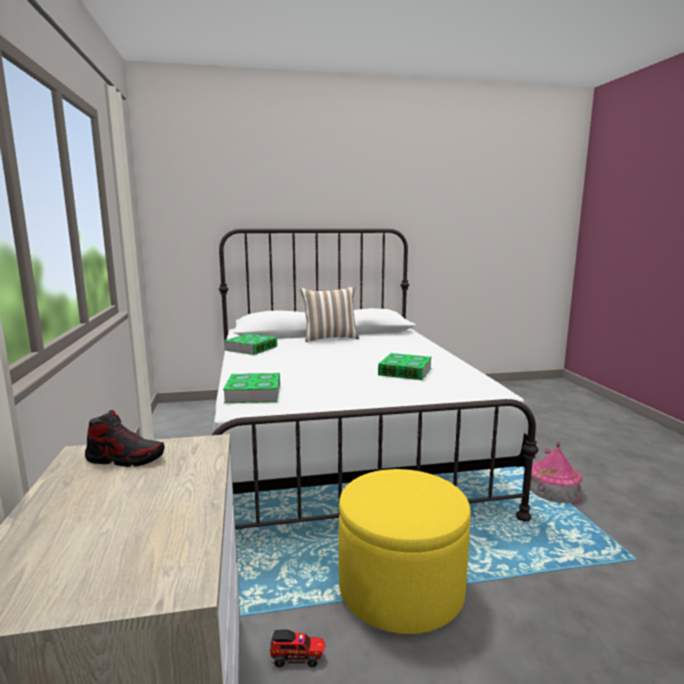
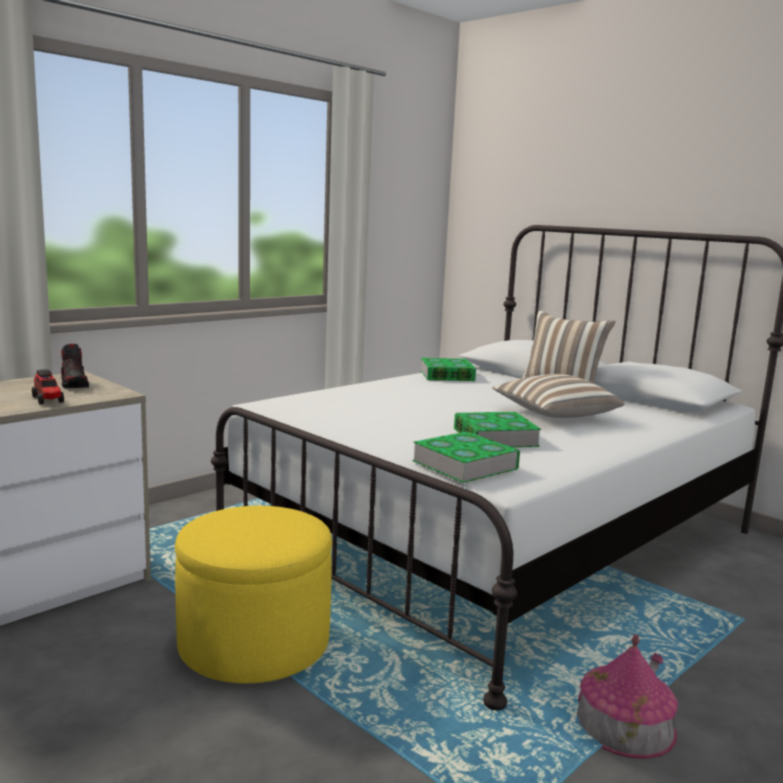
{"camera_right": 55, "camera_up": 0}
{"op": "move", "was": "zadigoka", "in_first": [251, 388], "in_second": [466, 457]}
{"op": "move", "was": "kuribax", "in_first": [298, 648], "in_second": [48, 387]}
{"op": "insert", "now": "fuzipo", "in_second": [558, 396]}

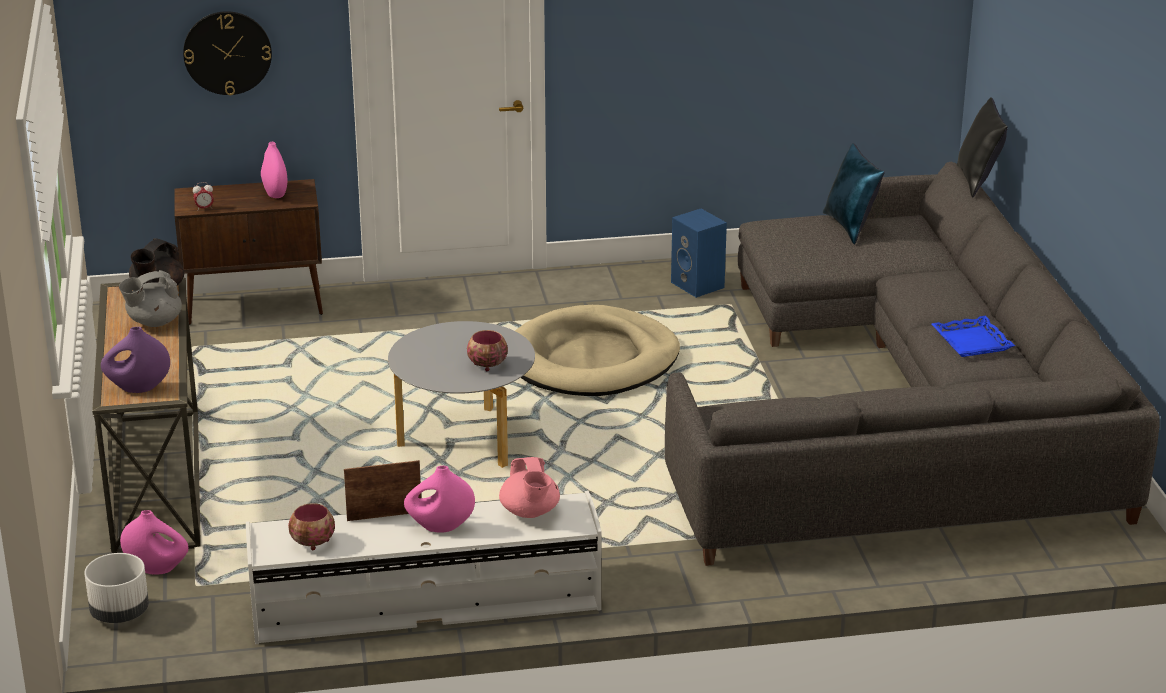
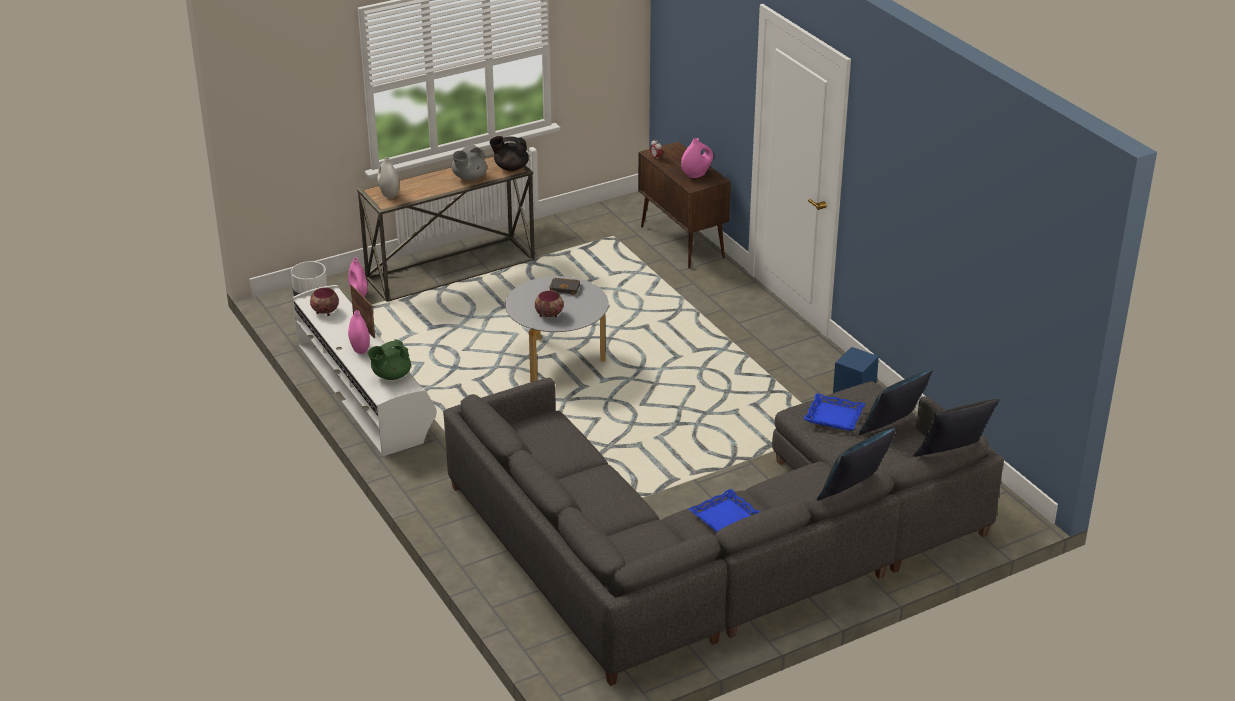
{"camera_right": 70, "camera_up": 5}
{"op": "recolor", "was": "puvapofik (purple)", "now": "puvapofik (white)", "in_first": [135, 360], "in_second": [388, 178]}
{"op": "rotate", "was": "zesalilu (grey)", "in_first": [150, 298], "in_second": [469, 162], "clockwise": -90}
{"op": "delete", "was": "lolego", "in_first": [227, 53]}
{"op": "recolor", "was": "zesalilu (pink)", "now": "zesalilu (green)", "in_first": [529, 487], "in_second": [389, 359]}
{"op": "delete", "was": "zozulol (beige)", "in_first": [597, 350]}
{"op": "insert", "now": "zadigoka (black)", "in_second": [564, 286]}
{"op": "insert", "now": "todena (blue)", "in_second": [835, 412]}
{"op": "insert", "now": "fuzipo (blue)", "in_second": [856, 464]}

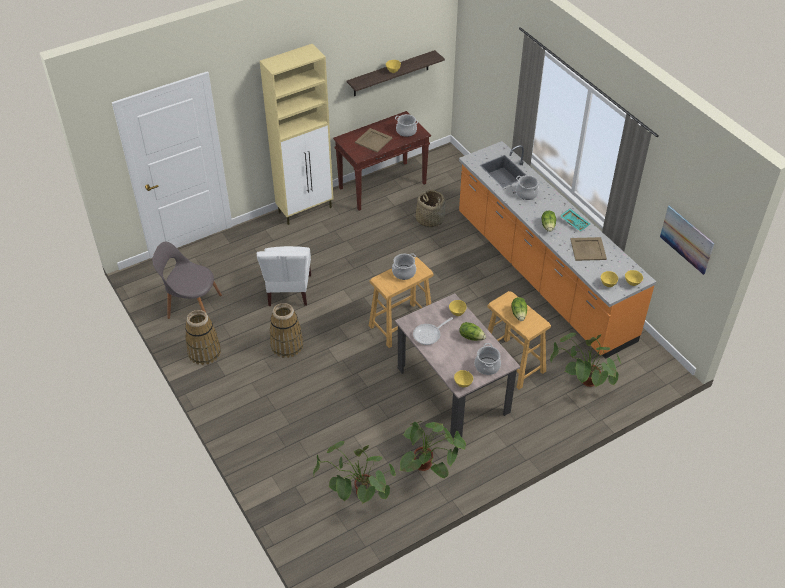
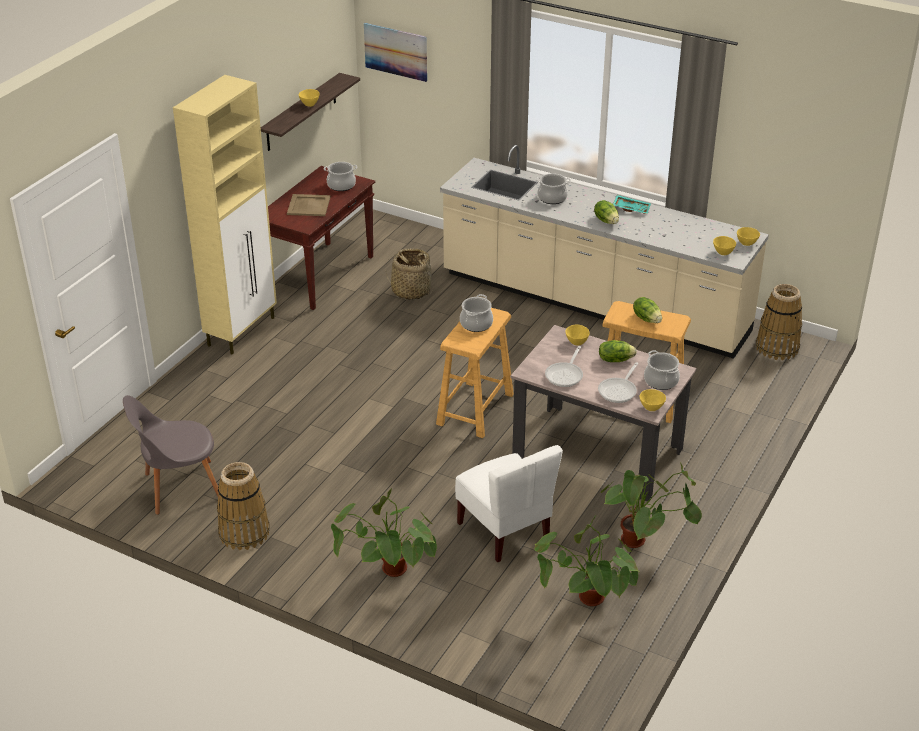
{"camera_right": -30, "camera_up": -10}
{"op": "move", "was": "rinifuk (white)", "in_first": [284, 276], "in_second": [509, 503]}
{"op": "move", "was": "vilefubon", "in_first": [286, 330], "in_second": [779, 322]}
{"op": "recolor", "was": "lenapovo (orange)", "now": "lenapovo (beige)", "in_first": [557, 250], "in_second": [604, 252]}
{"op": "move", "was": "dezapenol", "in_first": [586, 360], "in_second": [384, 532]}
{"op": "delete", "was": "todena (beige)", "in_first": [588, 249]}
{"op": "move", "was": "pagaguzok", "in_first": [687, 240], "in_second": [395, 52]}
{"op": "insert", "now": "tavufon", "in_second": [618, 382]}

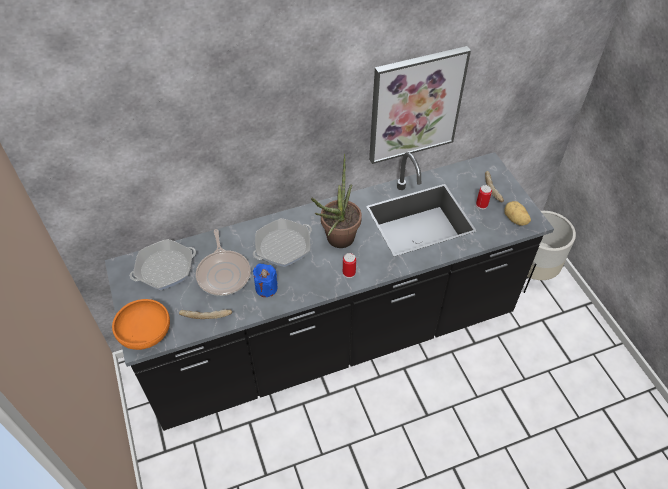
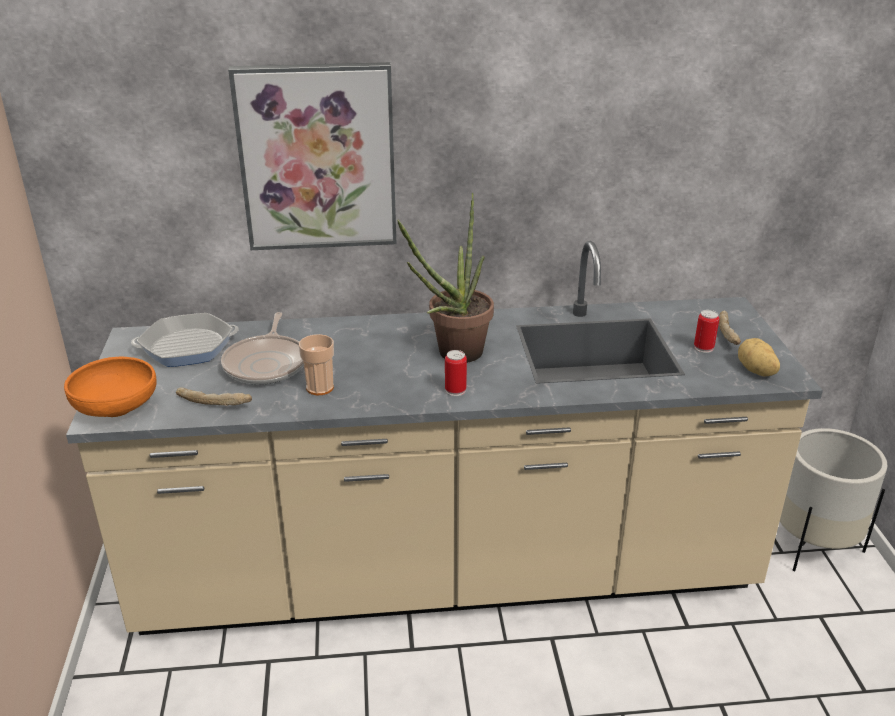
{"camera_right": 15, "camera_up": -20}
{"op": "recolor", "was": "lenapovo (black)", "now": "lenapovo (beige)", "in_first": [329, 291], "in_second": [444, 438]}
{"op": "delete", "was": "tavufon", "in_first": [282, 242]}
{"op": "replace", "was": "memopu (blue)", "now": "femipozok", "in_first": [265, 280], "in_second": [316, 364]}
{"op": "move", "was": "pagaguzok", "in_first": [420, 105], "in_second": [312, 156]}

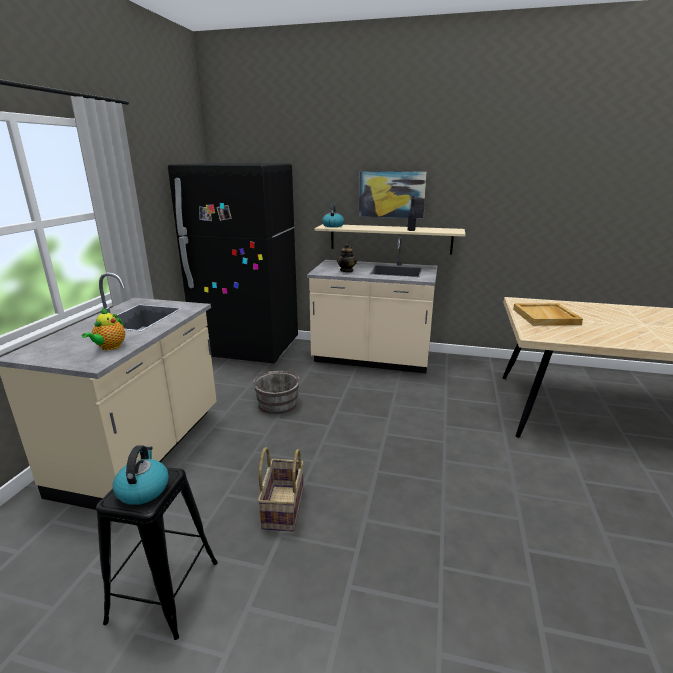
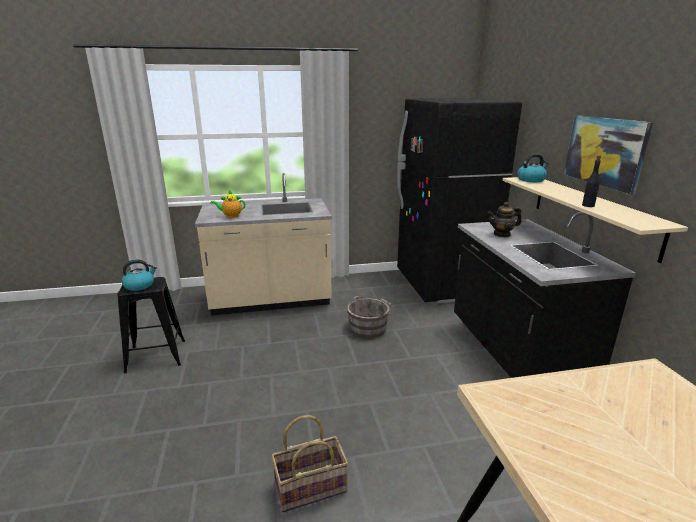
{"camera_right": 65, "camera_up": 0}
{"op": "move", "was": "vilefubon", "in_first": [280, 489], "in_second": [309, 463]}
{"op": "recolor", "was": "lenapovo (beige)", "now": "lenapovo (black)", "in_first": [372, 305], "in_second": [545, 295]}
{"op": "delete", "was": "todena (beige)", "in_first": [548, 314]}

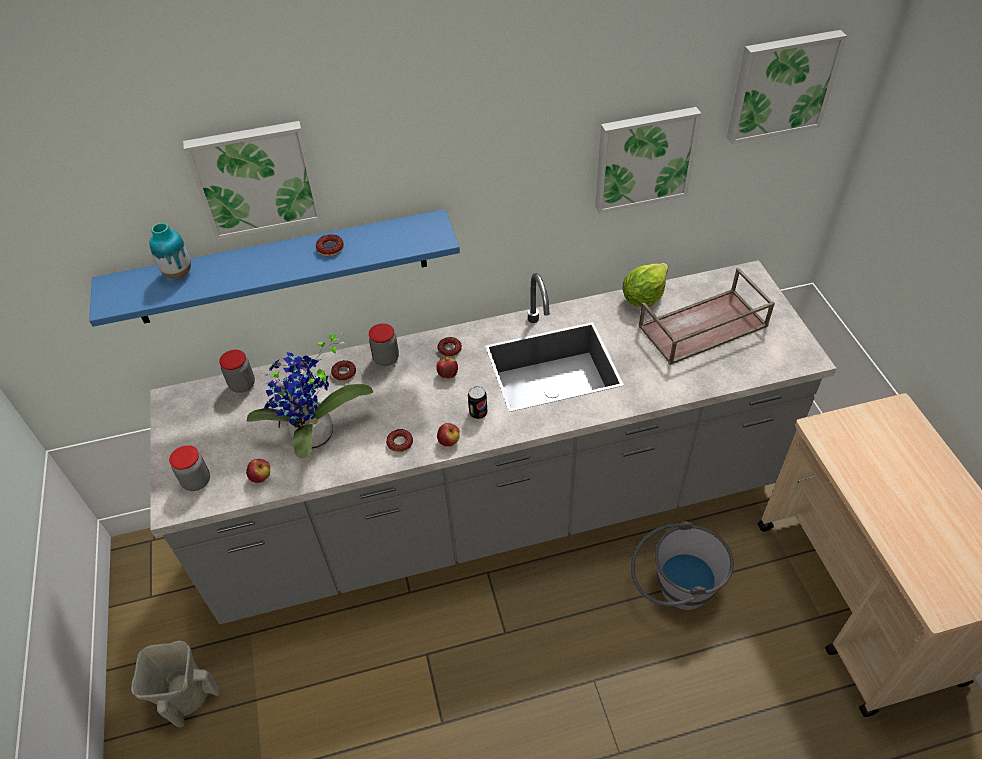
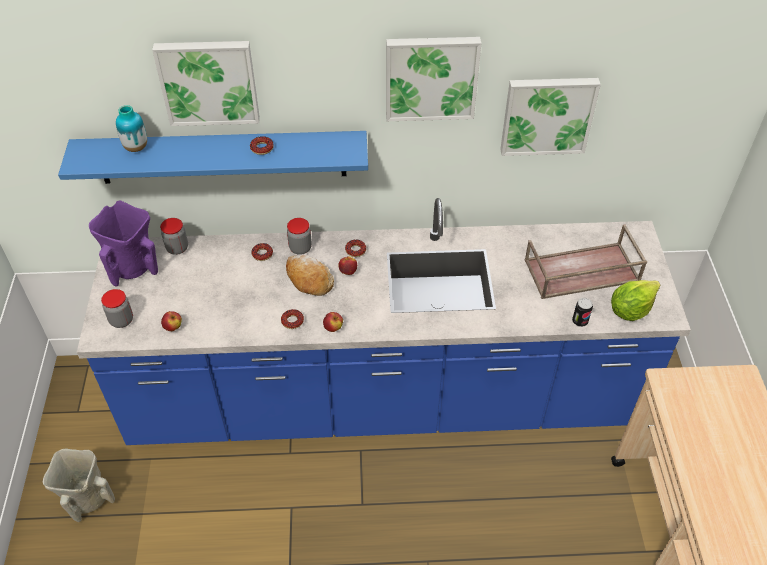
{"camera_right": 10, "camera_up": 0}
{"op": "recolor", "was": "lenapovo (grey)", "now": "lenapovo (blue)", "in_first": [493, 442], "in_second": [384, 321]}
{"op": "delete", "was": "dezapenol", "in_first": [310, 395]}
{"op": "move", "was": "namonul", "in_first": [478, 402], "in_second": [582, 312]}
{"op": "move", "was": "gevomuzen", "in_first": [645, 285], "in_second": [635, 300]}
{"op": "delete", "was": "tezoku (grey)", "in_first": [682, 565]}
{"op": "move", "was": "pagaguzok", "in_first": [787, 87], "in_second": [433, 79]}
{"op": "insert", "now": "puvapofik (purple)", "in_second": [123, 244]}
{"op": "insert", "now": "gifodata", "in_second": [310, 275]}

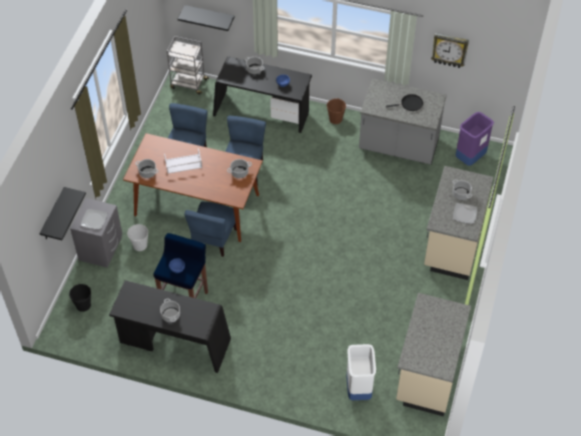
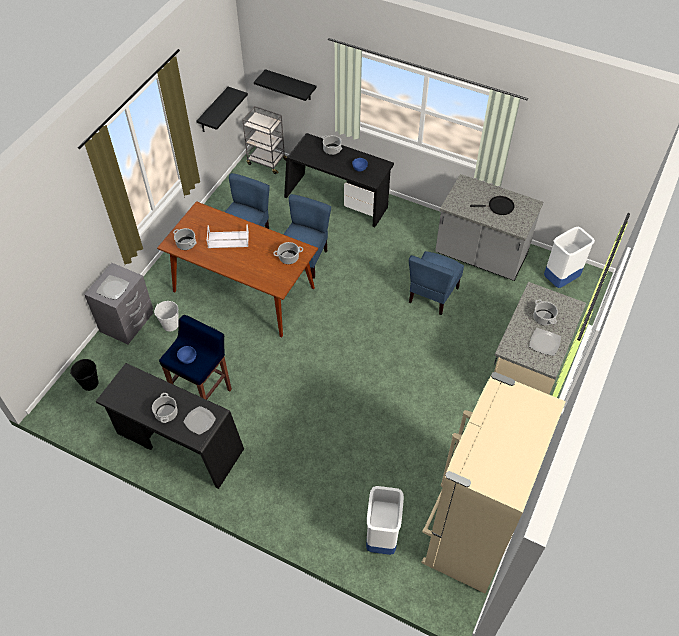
{"camera_right": 10, "camera_up": 0}
{"op": "move", "was": "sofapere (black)", "in_first": [62, 213], "in_second": [222, 109]}
{"op": "move", "was": "rinifuk (blue)", "in_first": [210, 229], "in_second": [436, 283]}
{"op": "delete", "was": "tezoku (brown)", "in_first": [336, 111]}
{"op": "replace", "was": "lenapovo (beige)", "now": "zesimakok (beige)", "in_first": [433, 354], "in_second": [493, 482]}
{"op": "delete", "was": "lolego", "in_first": [450, 50]}
{"op": "recolor", "was": "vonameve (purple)", "now": "vonameve (white)", "in_first": [475, 139], "in_second": [569, 257]}
{"op": "insert", "now": "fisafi", "in_second": [199, 420]}

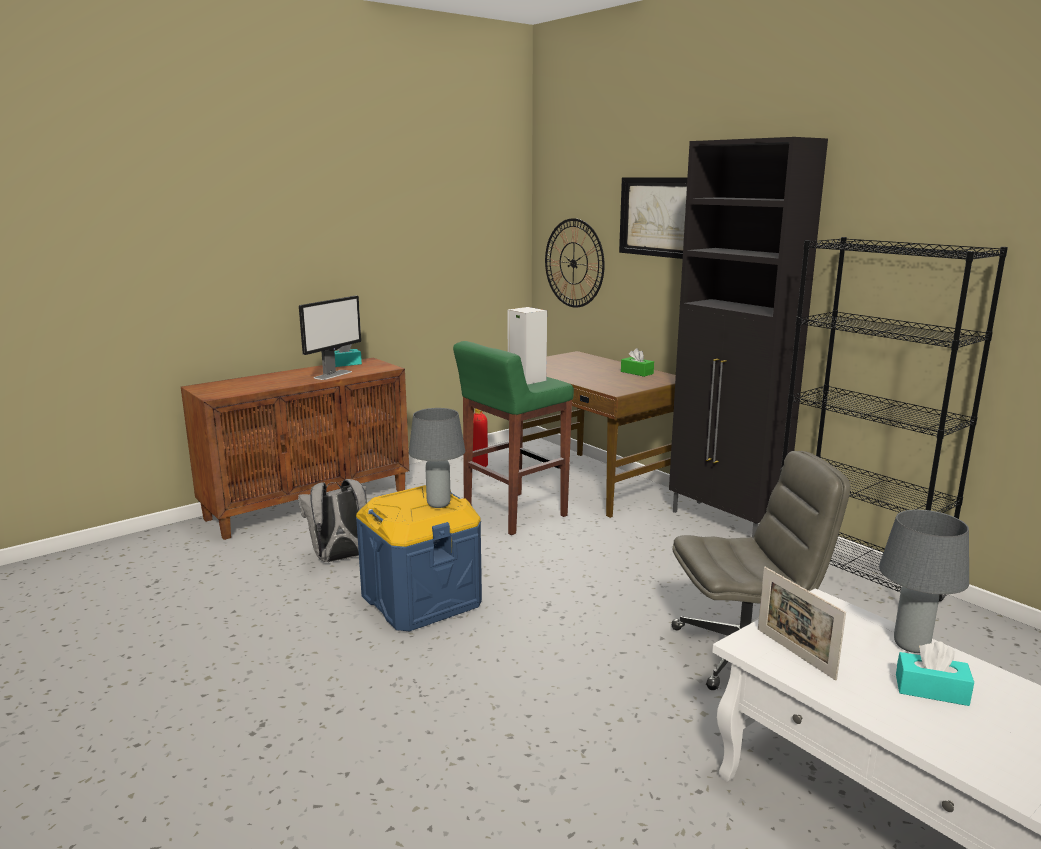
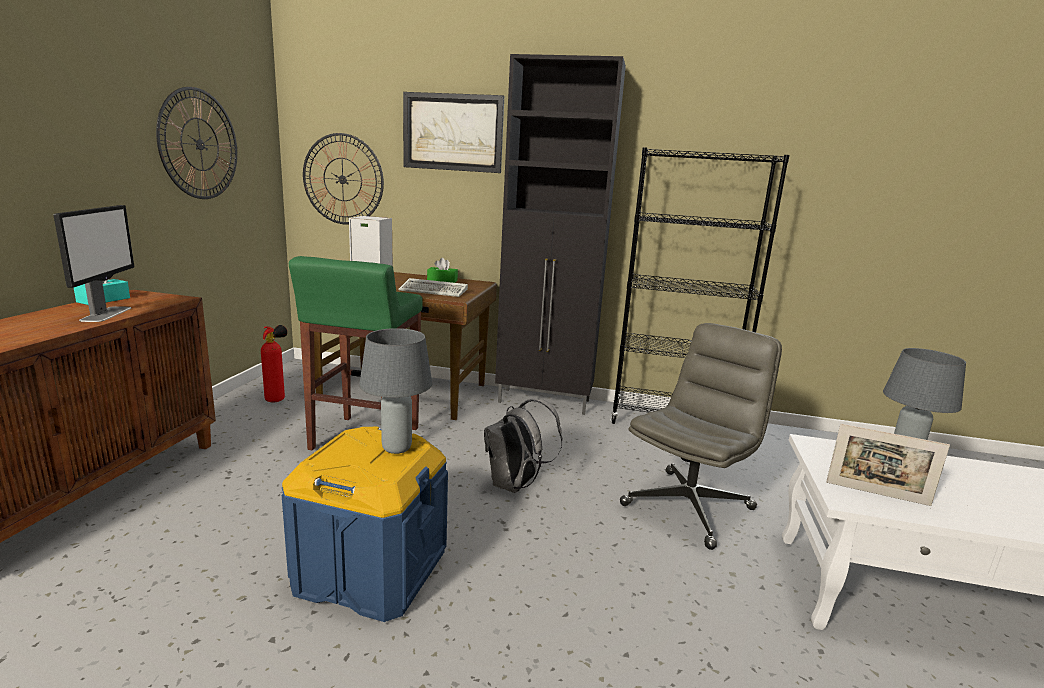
{"camera_right": -40, "camera_up": 0}
{"op": "move", "was": "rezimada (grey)", "in_first": [332, 520], "in_second": [523, 446]}
{"op": "delete", "was": "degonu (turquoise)", "in_first": [935, 673]}
{"op": "insert", "now": "lolego", "in_second": [196, 143]}
{"op": "insert", "now": "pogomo", "in_second": [433, 287]}

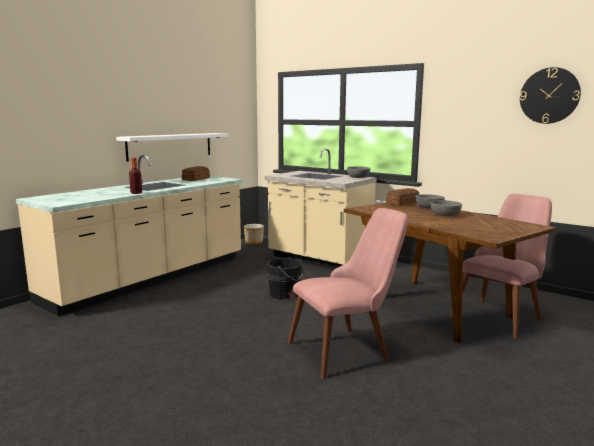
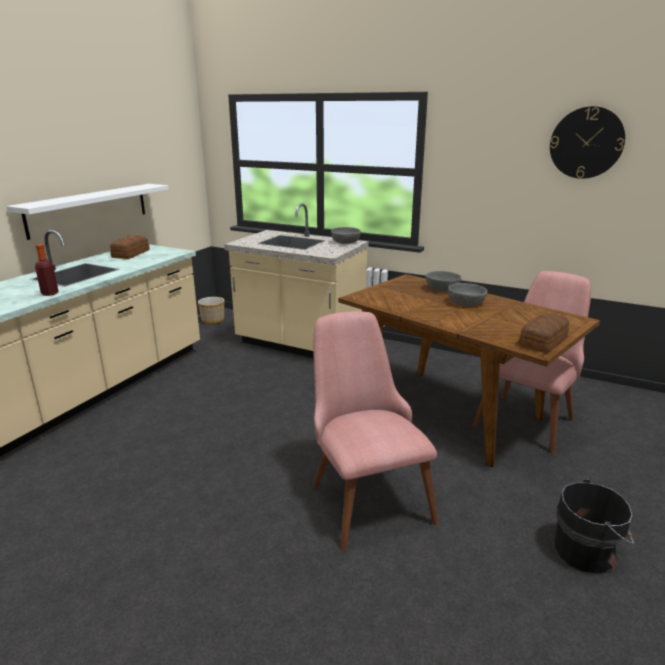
{"camera_right": -10, "camera_up": 10}
{"op": "move", "was": "tezoku (black)", "in_first": [285, 277], "in_second": [594, 526]}
{"op": "rotate", "was": "rinifuk (pink)", "in_first": [348, 293], "in_second": [376, 431], "clockwise": -75}
{"op": "move", "was": "gifodata", "in_first": [402, 197], "in_second": [544, 333]}

